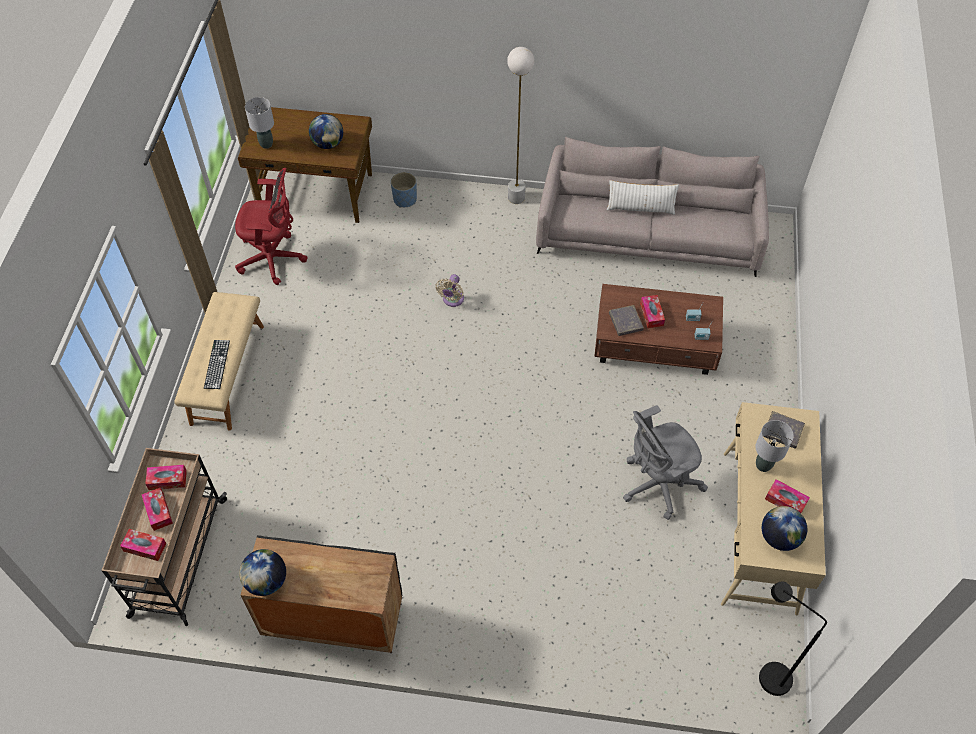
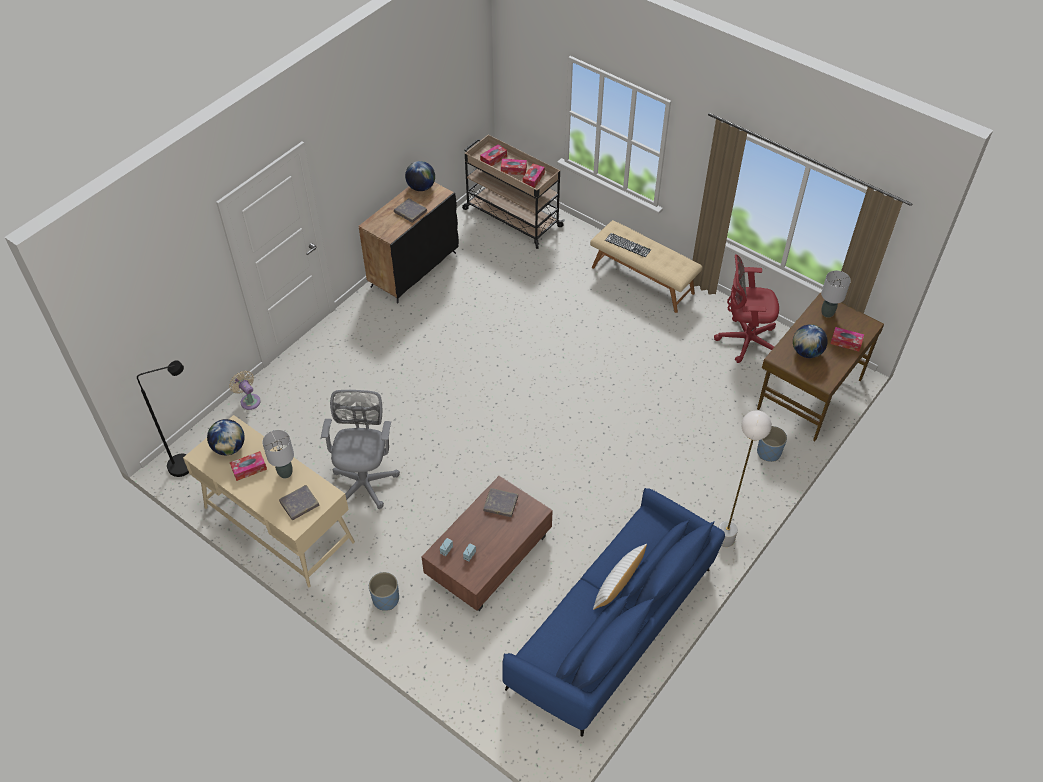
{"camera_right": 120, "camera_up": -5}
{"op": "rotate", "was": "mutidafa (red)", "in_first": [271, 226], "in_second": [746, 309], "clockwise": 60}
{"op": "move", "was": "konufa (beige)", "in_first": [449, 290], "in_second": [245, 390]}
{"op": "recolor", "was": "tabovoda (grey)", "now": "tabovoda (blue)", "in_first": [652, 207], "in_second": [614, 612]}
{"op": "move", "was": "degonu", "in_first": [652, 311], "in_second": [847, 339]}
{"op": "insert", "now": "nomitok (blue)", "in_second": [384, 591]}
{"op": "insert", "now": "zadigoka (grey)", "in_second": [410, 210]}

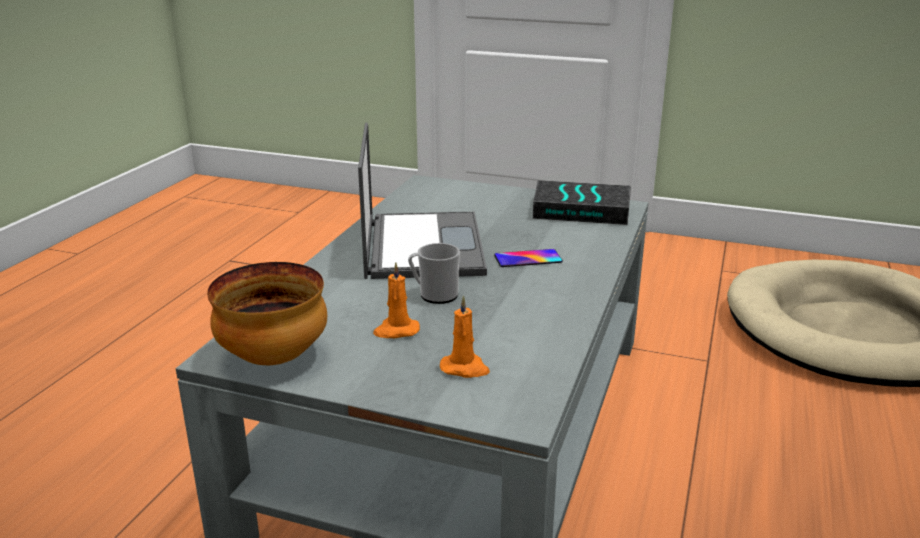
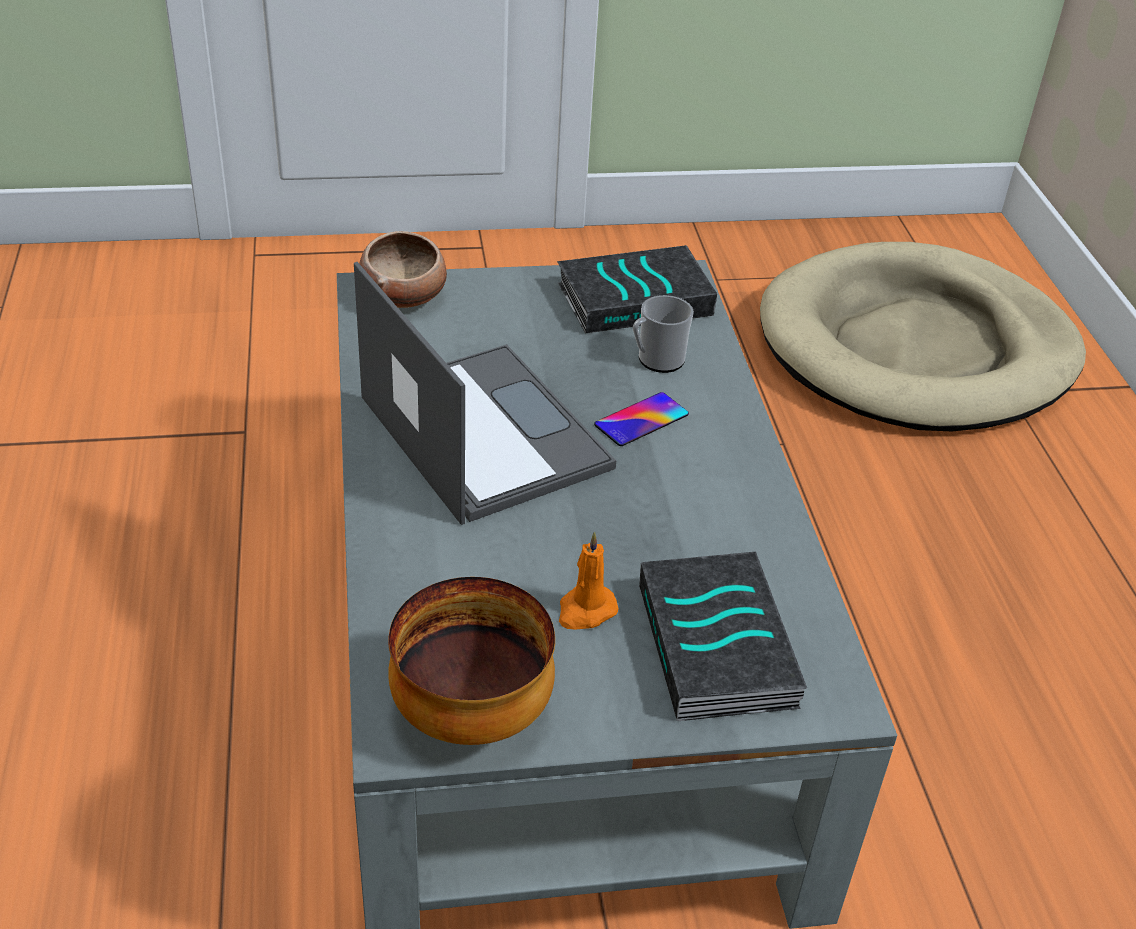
{"camera_right": -30, "camera_up": 15}
{"op": "move", "was": "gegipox", "in_first": [434, 273], "in_second": [663, 334]}
{"op": "replace", "was": "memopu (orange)", "now": "zadigoka", "in_first": [465, 336], "in_second": [723, 636]}
{"op": "insert", "now": "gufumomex", "in_second": [403, 269]}

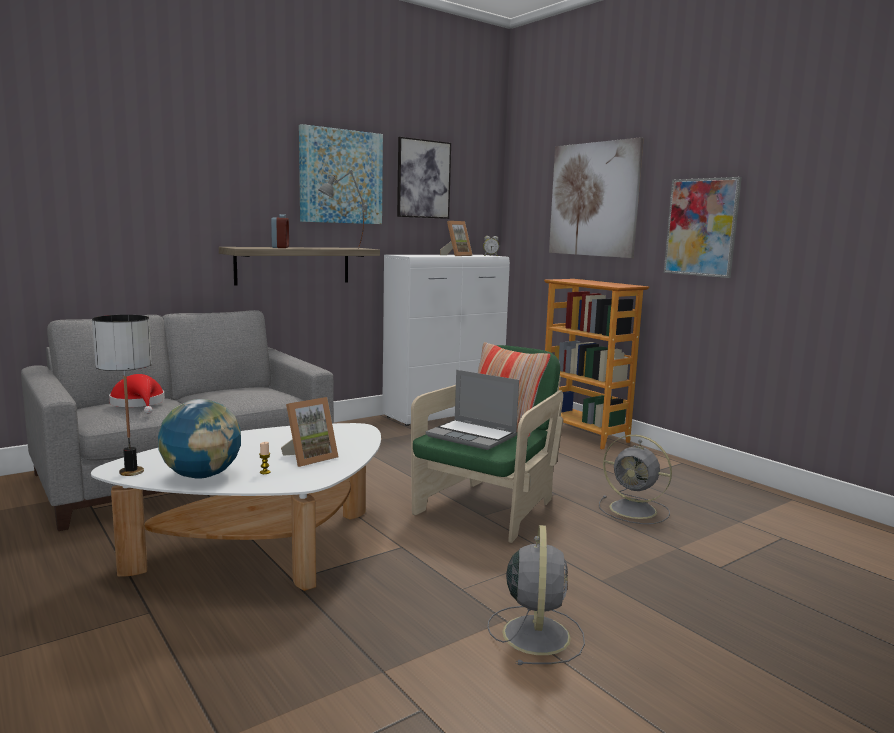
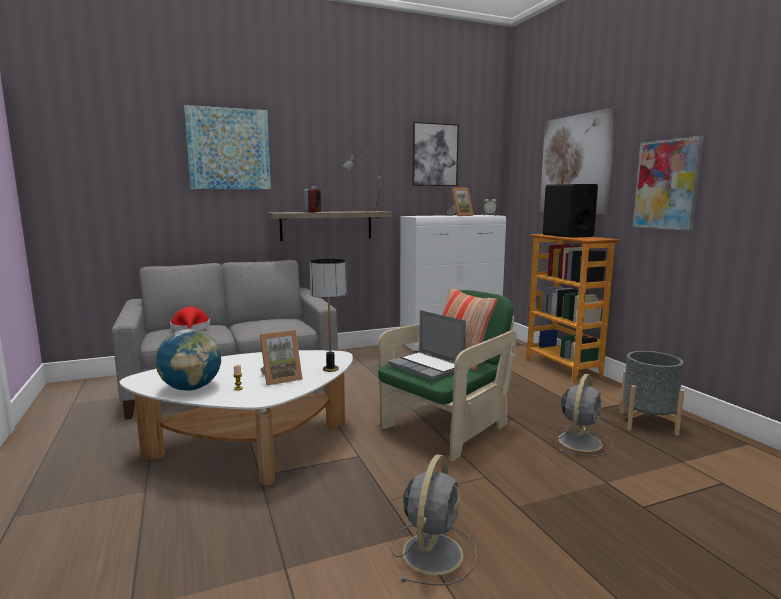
{"camera_right": 15, "camera_up": 0}
{"op": "move", "was": "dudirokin", "in_first": [122, 395], "in_second": [328, 315]}
{"op": "move", "was": "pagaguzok", "in_first": [341, 174], "in_second": [227, 147]}
{"op": "rotate", "was": "konufa (grey)", "in_first": [635, 479], "in_second": [581, 415], "clockwise": -105}
{"op": "insert", "now": "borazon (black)", "in_second": [570, 211]}
{"op": "insert", "now": "nomitok (grey)", "in_second": [651, 393]}

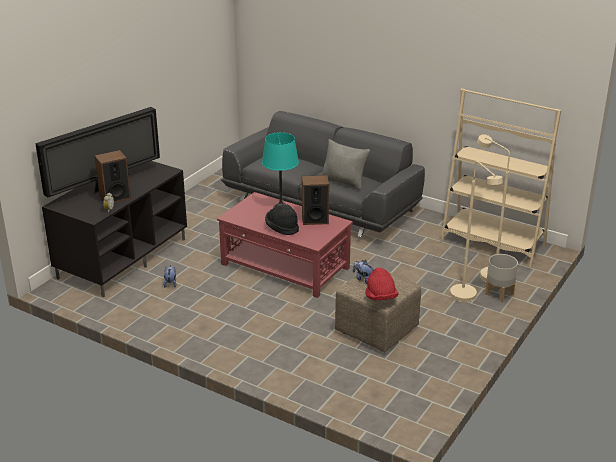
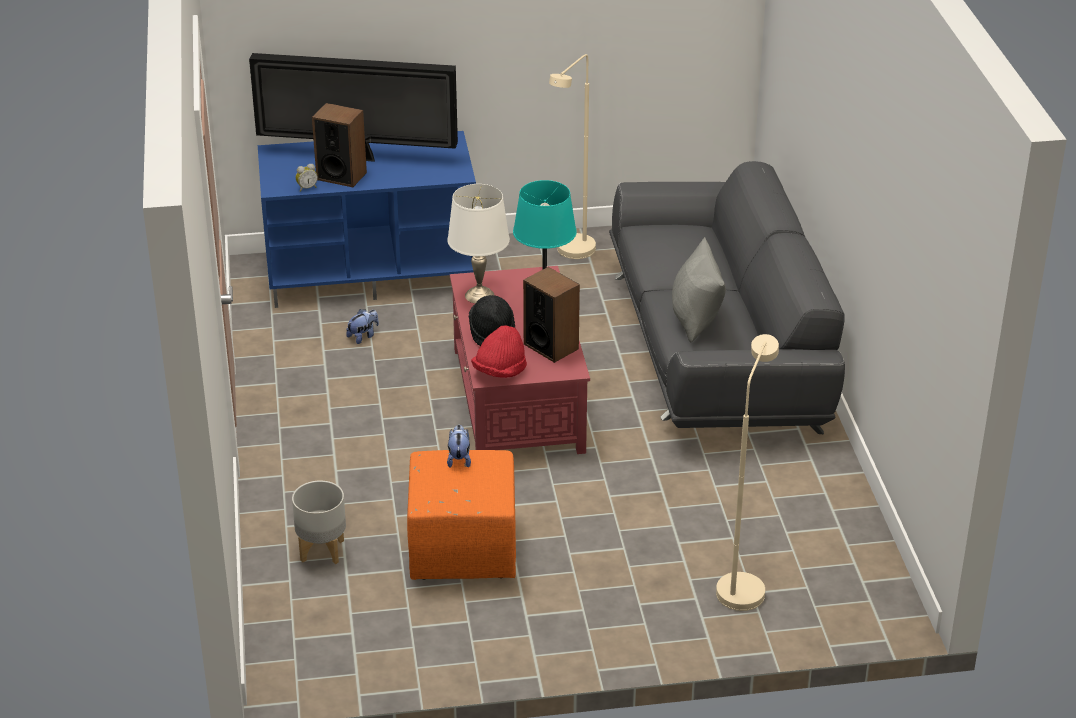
{"camera_right": 50, "camera_up": 5}
{"op": "recolor", "was": "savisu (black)", "now": "savisu (blue)", "in_first": [114, 229], "in_second": [367, 219]}
{"op": "recolor", "was": "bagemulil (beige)", "now": "bagemulil (orange)", "in_first": [378, 309], "in_second": [461, 515]}
{"op": "move", "was": "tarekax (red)", "in_first": [382, 283], "in_second": [499, 351]}
{"op": "delete", "was": "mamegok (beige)", "in_first": [501, 178]}
{"op": "move", "was": "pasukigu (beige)", "in_first": [476, 231], "in_second": [572, 156]}
{"op": "move", "was": "nomitok (grey)", "in_first": [501, 278], "in_second": [319, 522]}
{"op": "insert", "now": "dudirokin (white)", "in_second": [478, 244]}

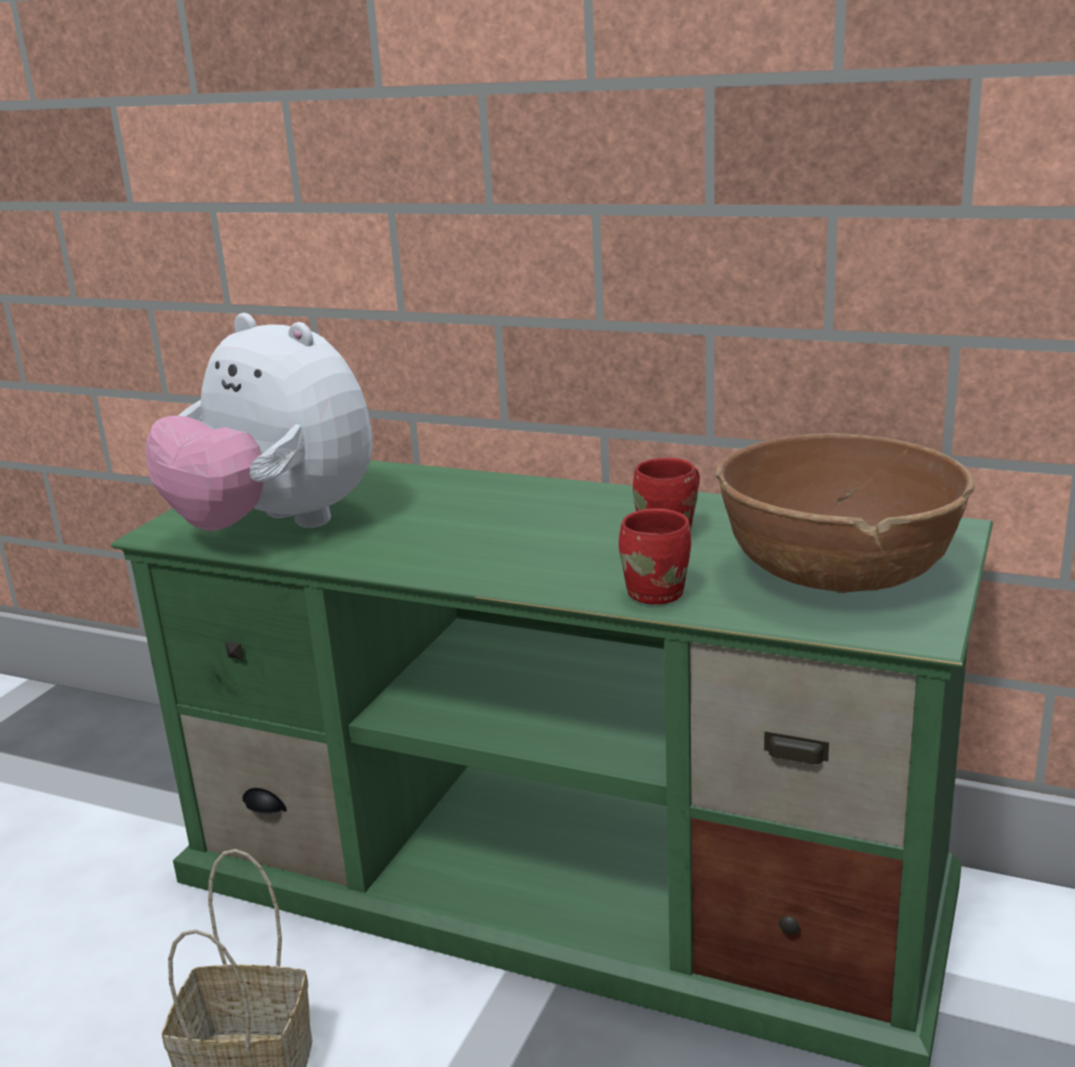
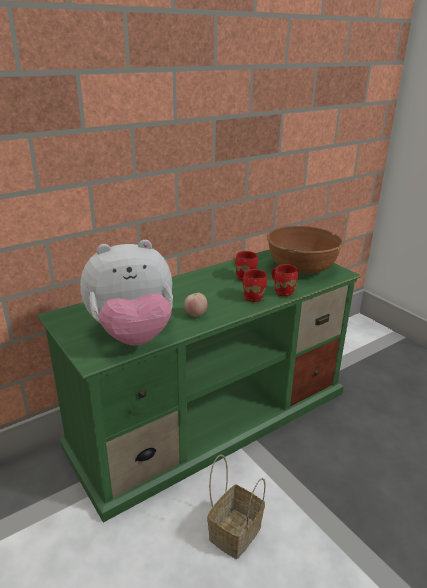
{"camera_right": -60, "camera_up": 5}
{"op": "insert", "now": "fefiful", "in_second": [196, 305]}
{"op": "insert", "now": "gegipox (red)", "in_second": [255, 285]}

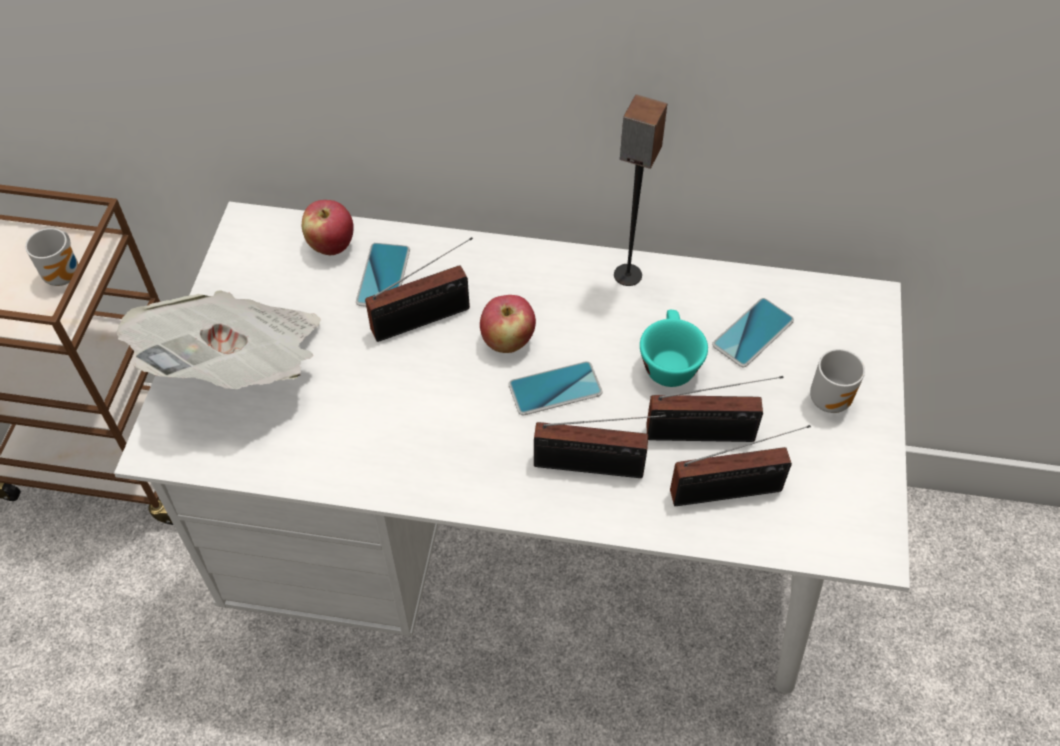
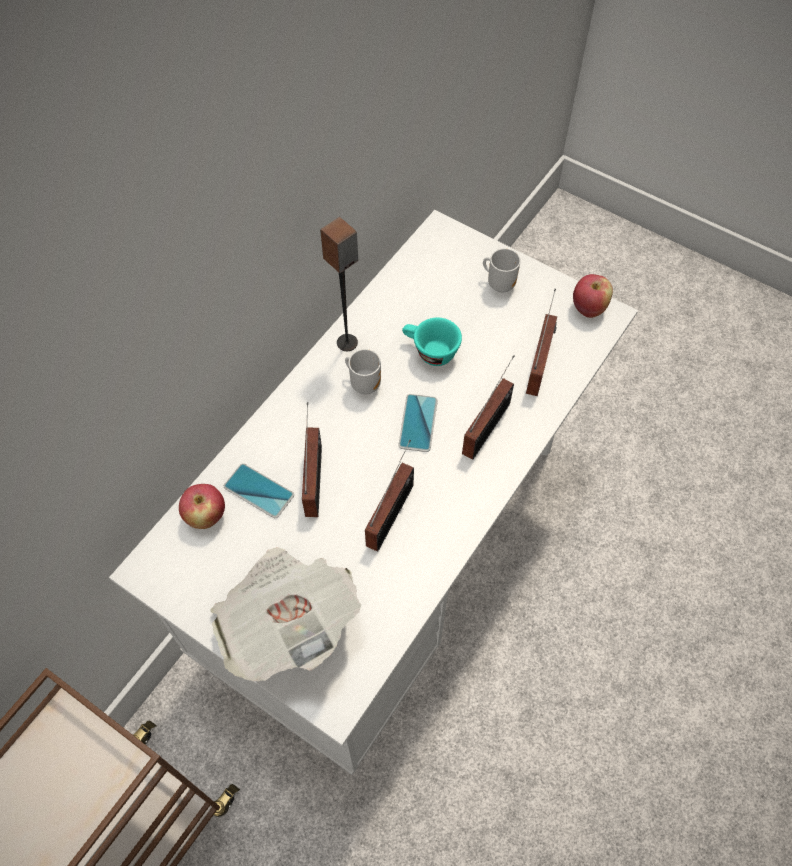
{"camera_right": -65, "camera_up": 5}
{"op": "move", "was": "gegipox", "in_first": [52, 257], "in_second": [363, 371]}
{"op": "move", "was": "fefiful", "in_first": [508, 324], "in_second": [593, 296]}
{"op": "move", "was": "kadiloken", "in_first": [714, 409], "in_second": [389, 496]}
{"op": "delete", "was": "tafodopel", "in_first": [753, 332]}

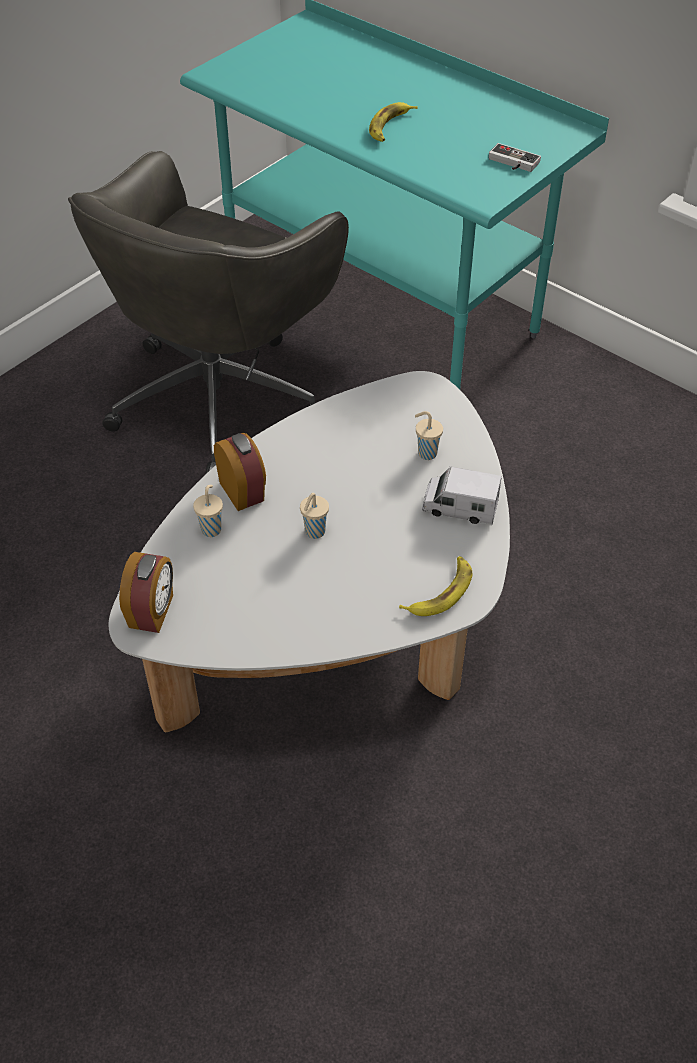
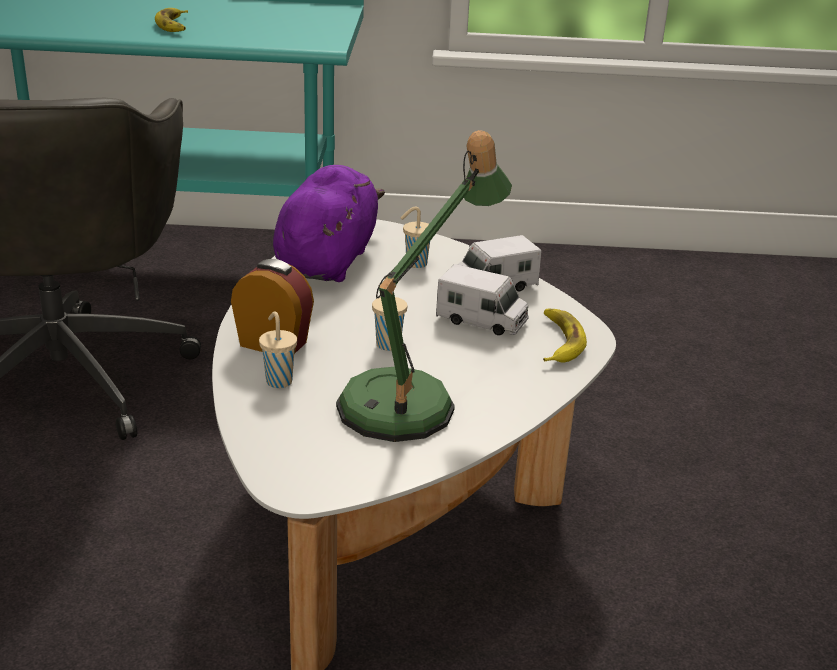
{"camera_right": -40, "camera_up": -20}
{"op": "delete", "was": "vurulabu", "in_first": [146, 592]}
{"op": "delete", "was": "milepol", "in_first": [515, 157]}
{"op": "insert", "now": "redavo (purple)", "in_second": [329, 223]}
{"op": "insert", "now": "dudirokin", "in_second": [424, 286]}
{"op": "insert", "now": "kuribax", "in_second": [482, 299]}

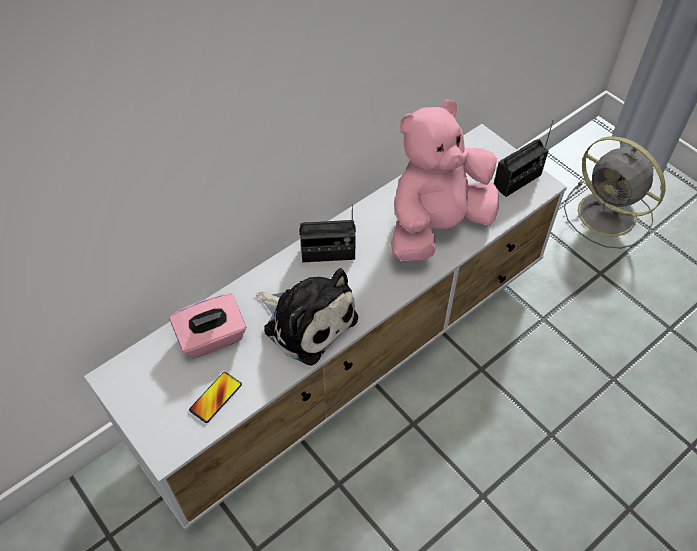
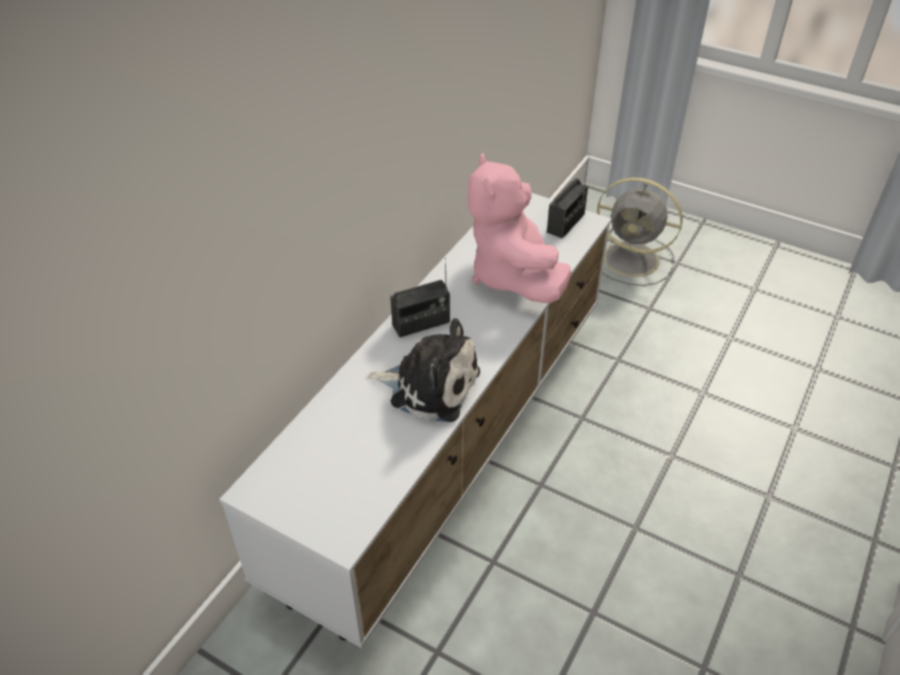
{"camera_right": -20, "camera_up": -10}
{"op": "delete", "was": "degonu (pink)", "in_first": [207, 326]}
{"op": "delete", "was": "tafodopel", "in_first": [215, 397]}
{"op": "rotate", "was": "redavo (pink)", "in_first": [445, 180], "in_second": [519, 228], "clockwise": -45}

